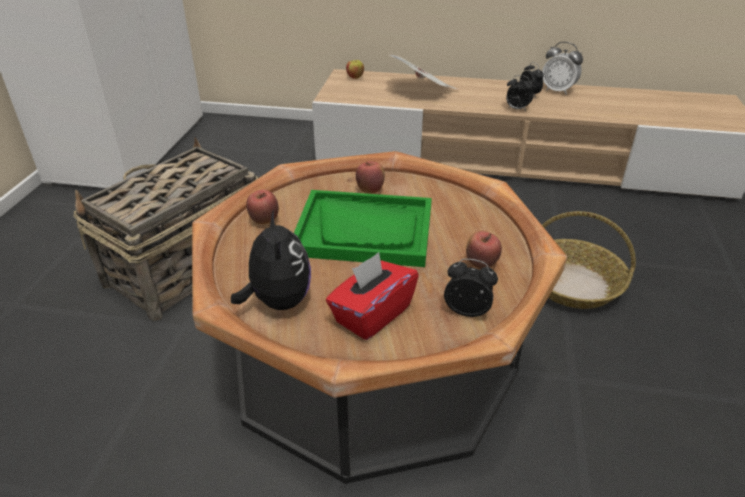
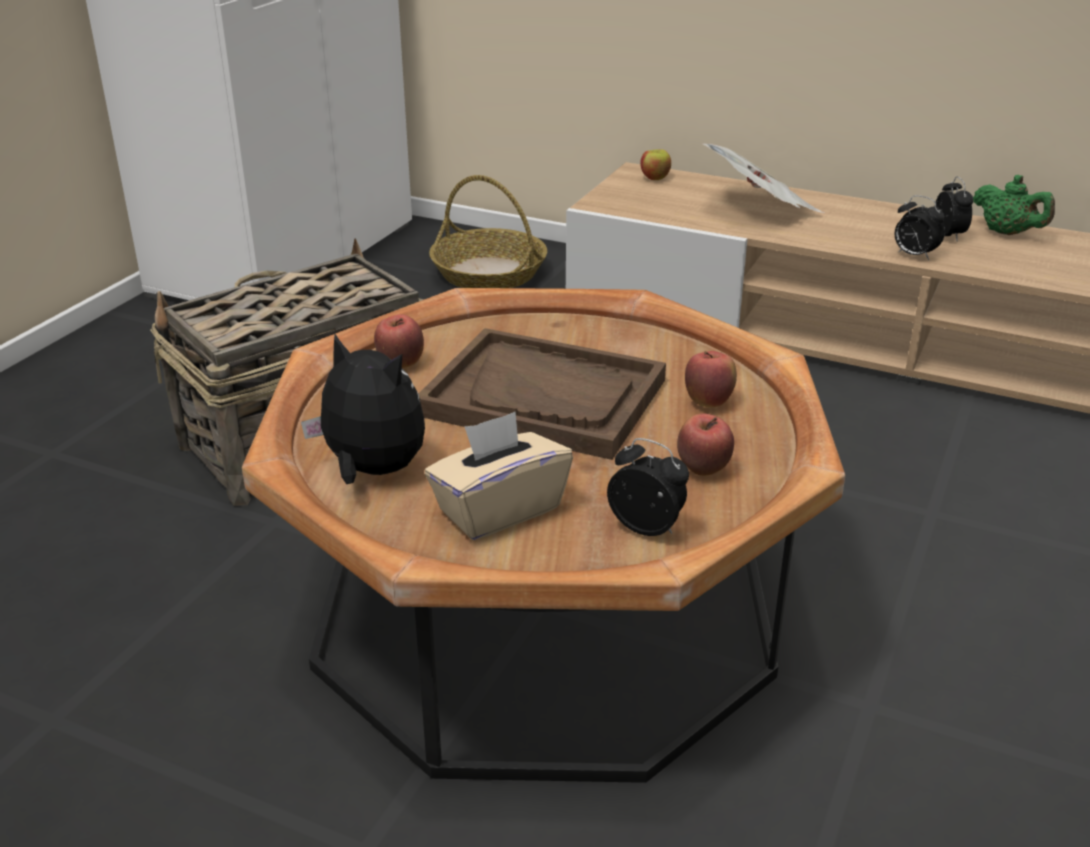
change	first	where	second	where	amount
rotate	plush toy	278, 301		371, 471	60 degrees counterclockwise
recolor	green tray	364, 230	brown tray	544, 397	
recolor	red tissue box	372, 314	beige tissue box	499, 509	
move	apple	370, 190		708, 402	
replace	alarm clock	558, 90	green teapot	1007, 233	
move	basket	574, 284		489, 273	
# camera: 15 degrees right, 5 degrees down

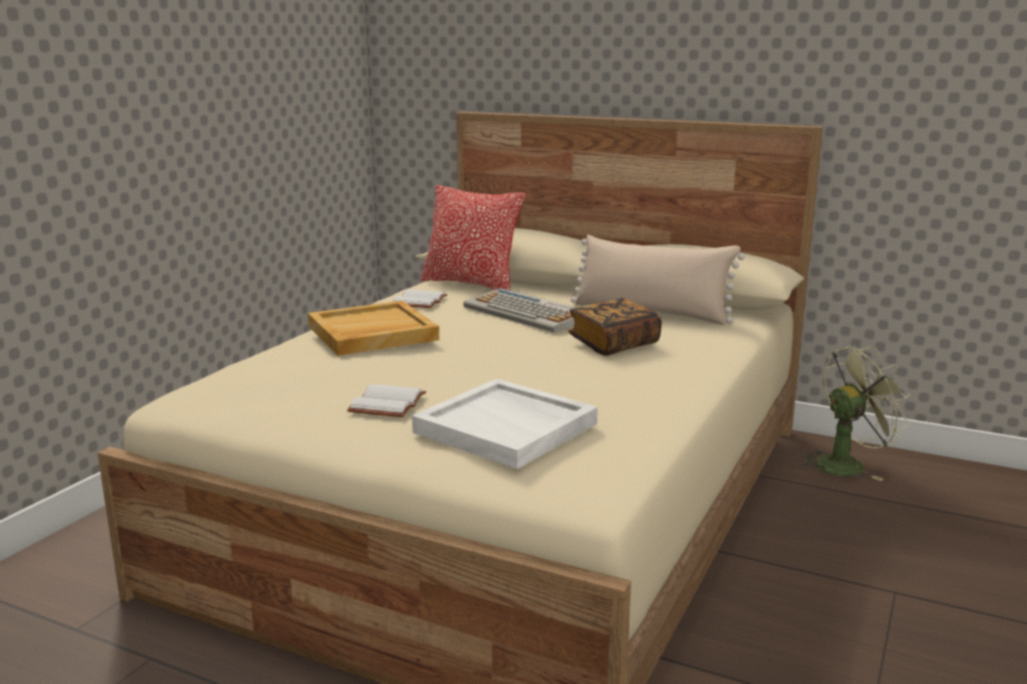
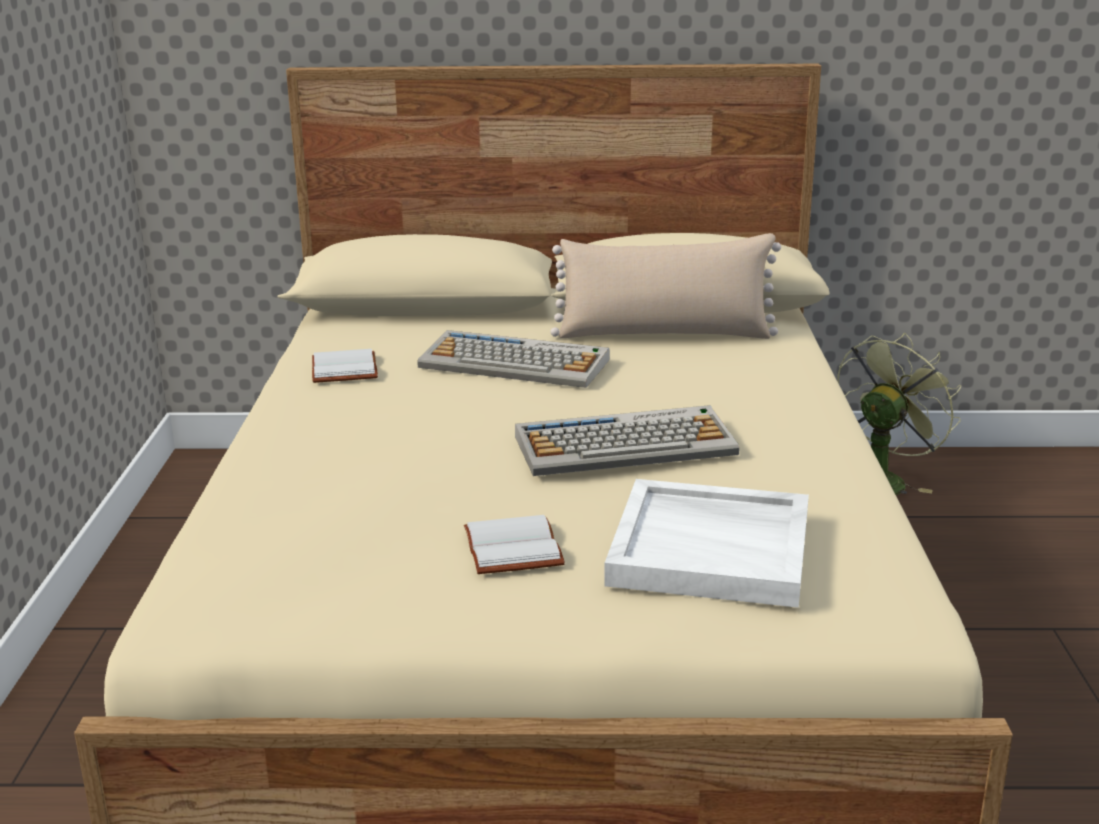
change	first	where	second	where	amount
delete	beige tray	371, 333			
delete	pillow	471, 284			
delete	book	613, 344			
insert			keyboard	626, 445	
# camera: 25 degrees left, 5 degrees up

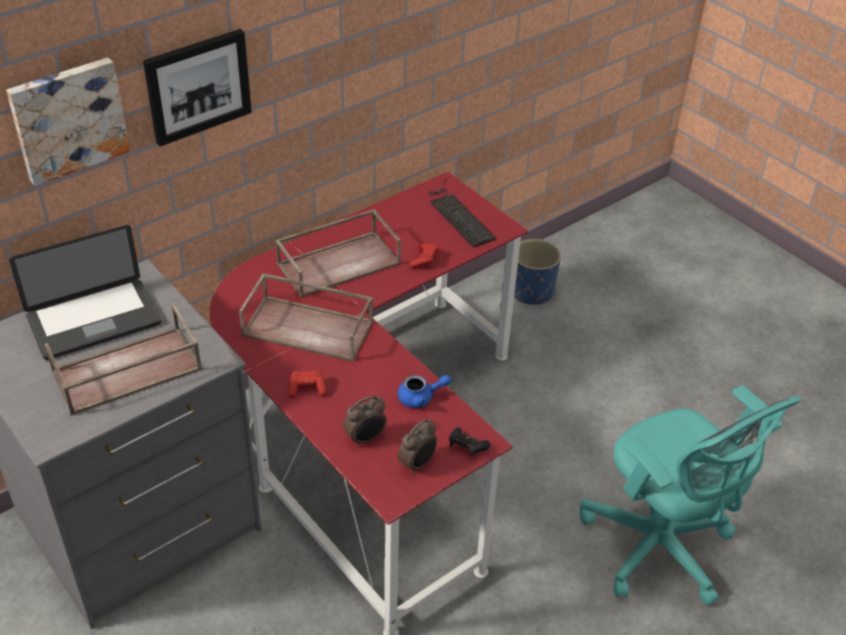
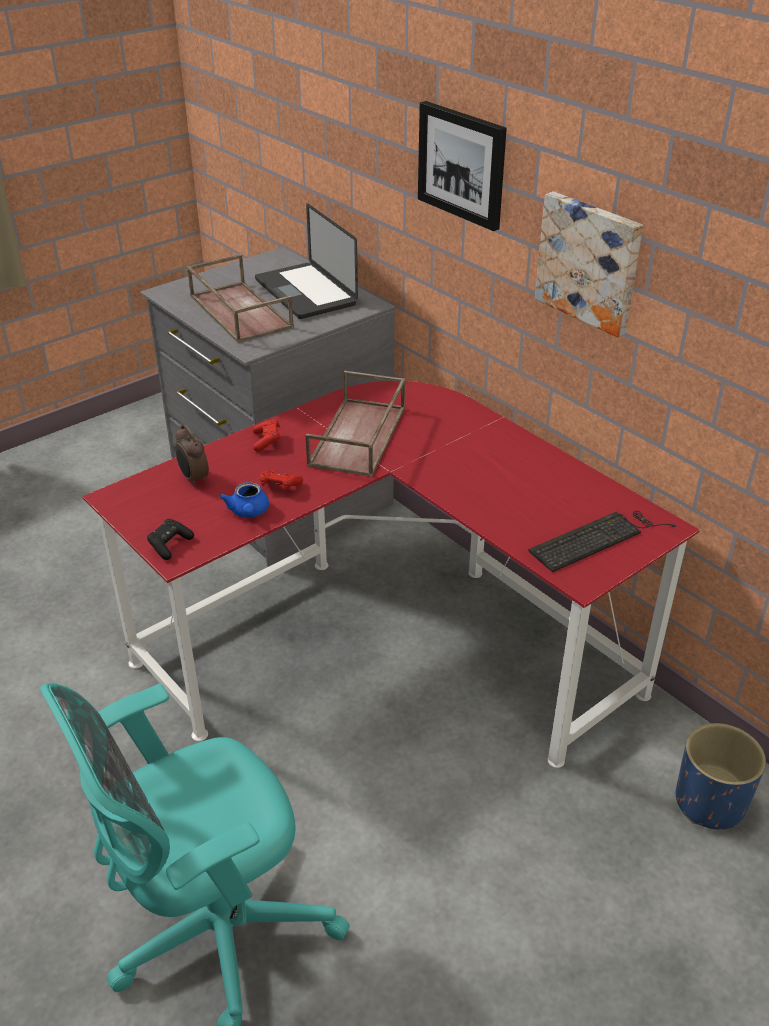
change	first	where	second	where	amount
move	picture	68, 119		590, 262	
delete	brown tray	339, 263			
delete	alarm clock	418, 464			
move	red game controller	424, 261		279, 487	
# camera: 90 degrees right, 5 degrees down

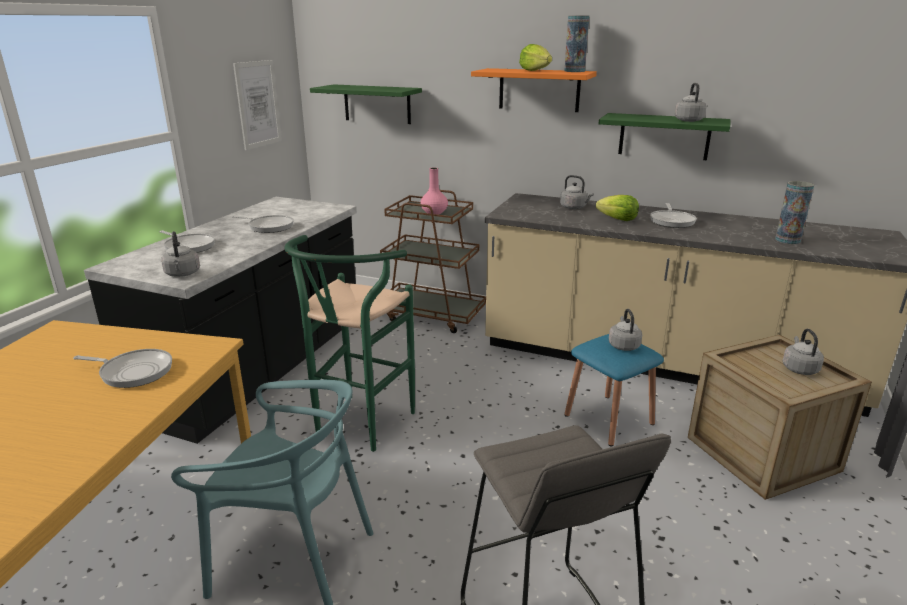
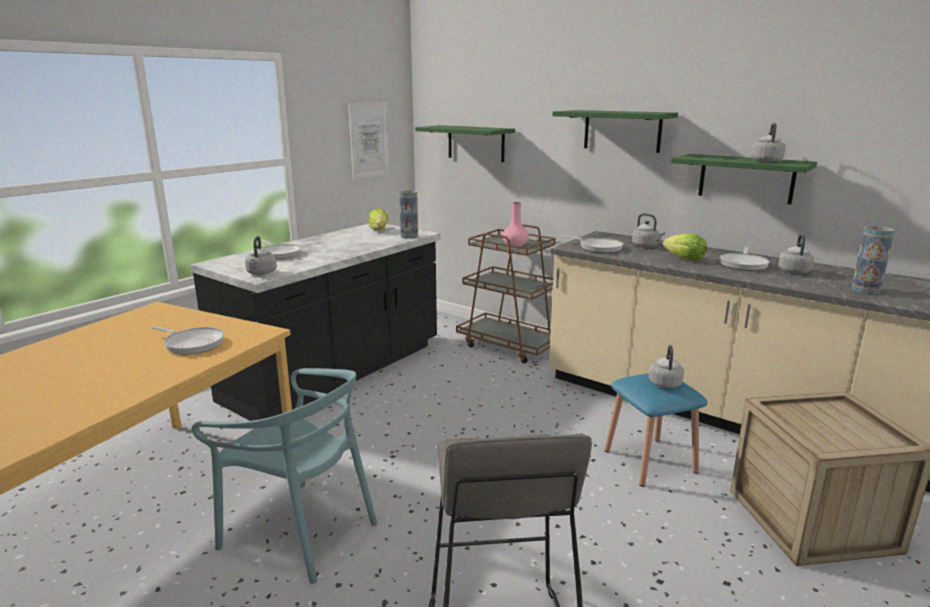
change	first	where	second	where	amount
move	frying pan	269, 226		598, 247	
delete	green stool	358, 428			
recolor	orange shelf	539, 90	green shelf	622, 131	
move	lettuce	535, 71		379, 230	
move	vase	574, 71		409, 236	
move	grey kettle	799, 368		794, 271	
# camera: 15 degrees right, 5 degrees down

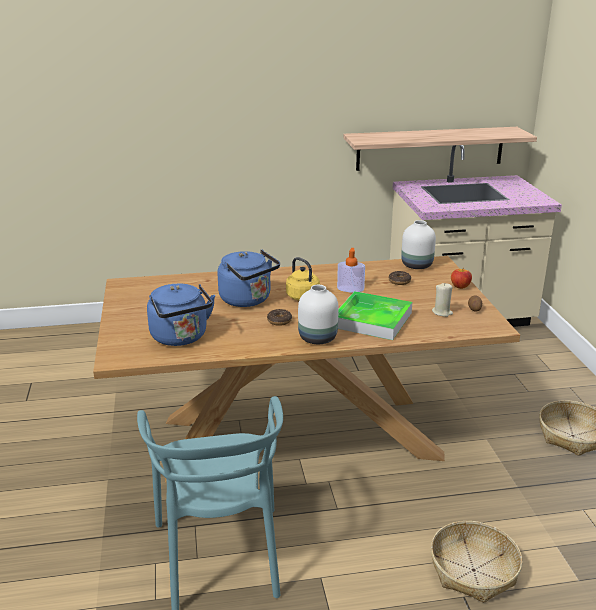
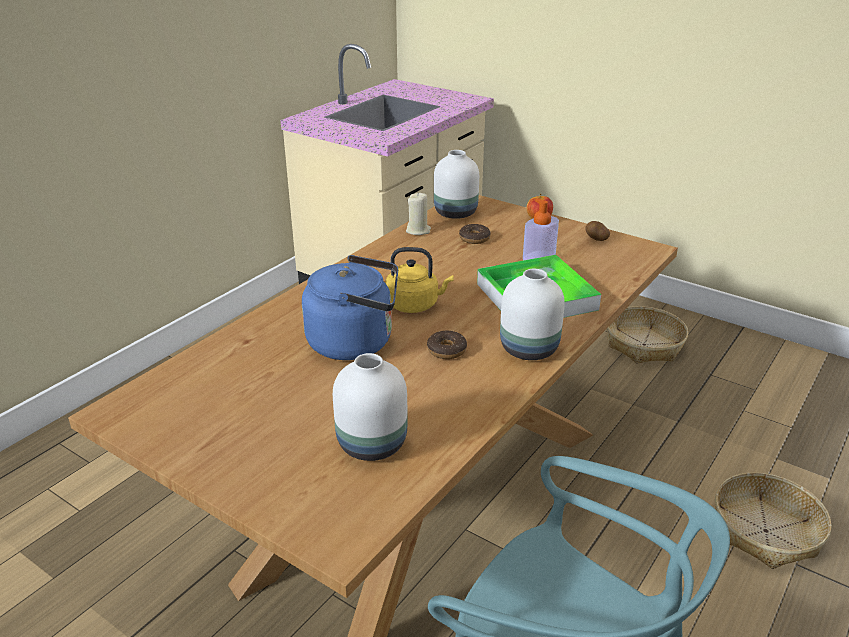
change	first	where	second	where	amount
replace	blue kettle	181, 338	white vase	373, 445	
move	soap dispenser	350, 289		539, 257	
delete	shelf	430, 148			
move	beige candle	442, 312		418, 230	
# camera: 45 degrees left, 5 degrees up

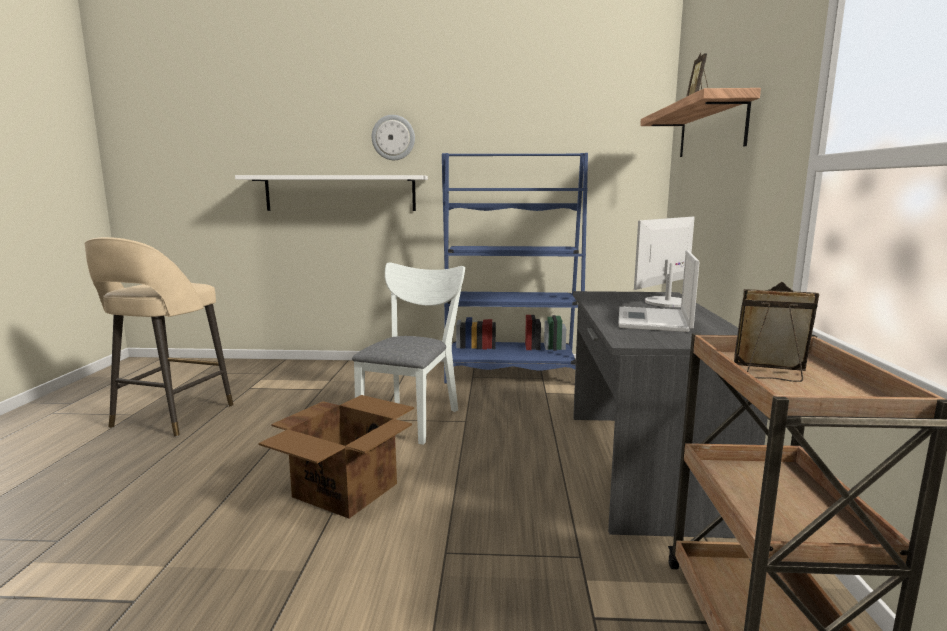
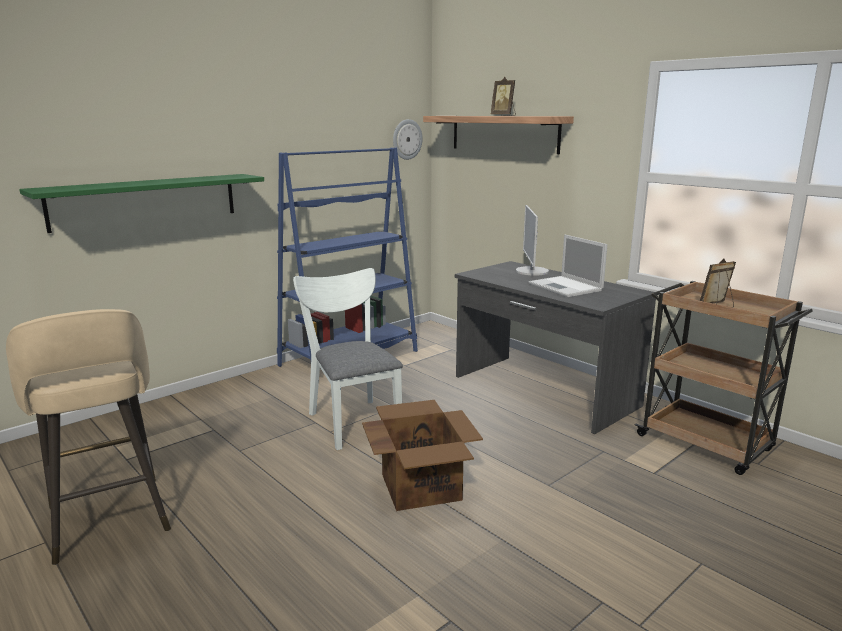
change	first	where	second	where	amount
recolor	white shelf	340, 193	green shelf	146, 201	
move	wall clock	393, 137		406, 139	
# camera: 45 degrees left, 5 degrees up

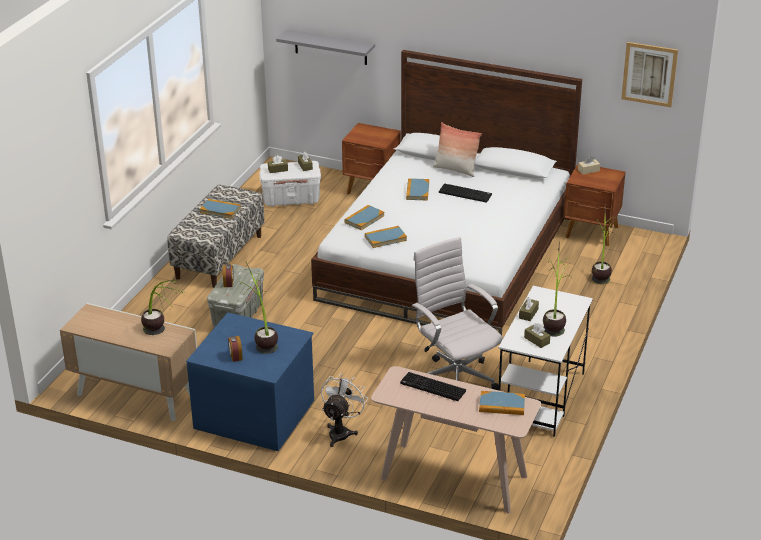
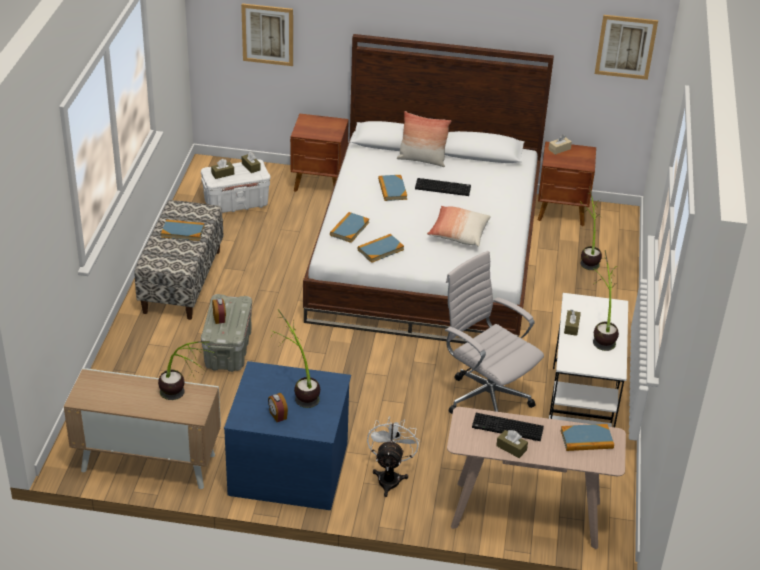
change	first	where	second	where	amount
replace	grey shelf	330, 47	picture	267, 34	
move	brown tissue box	537, 340		511, 448	
insert			pillow	458, 234	
# camera: 15 degrees left, 5 degrees up

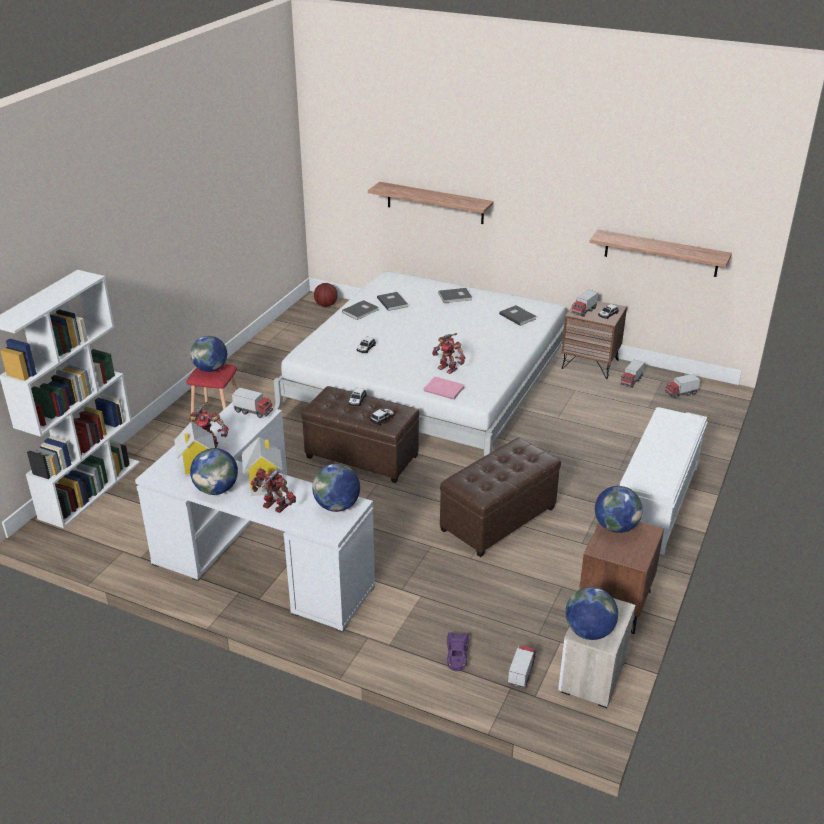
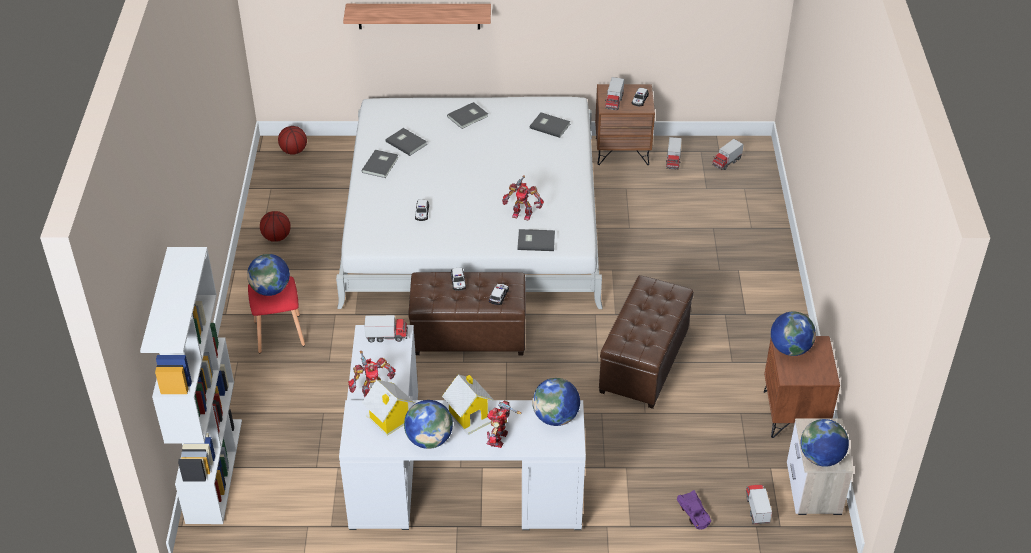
change	first	where	second	where	amount
rotate	toy robot	274, 507		499, 439	75 degrees counterclockwise
recolor	pink book	444, 388	grey book	535, 241	
delete	shelf	661, 253			
delete	white bench	656, 503			
insert			basketball	276, 237	
# camera: 25 degrees left, 10 degrees up

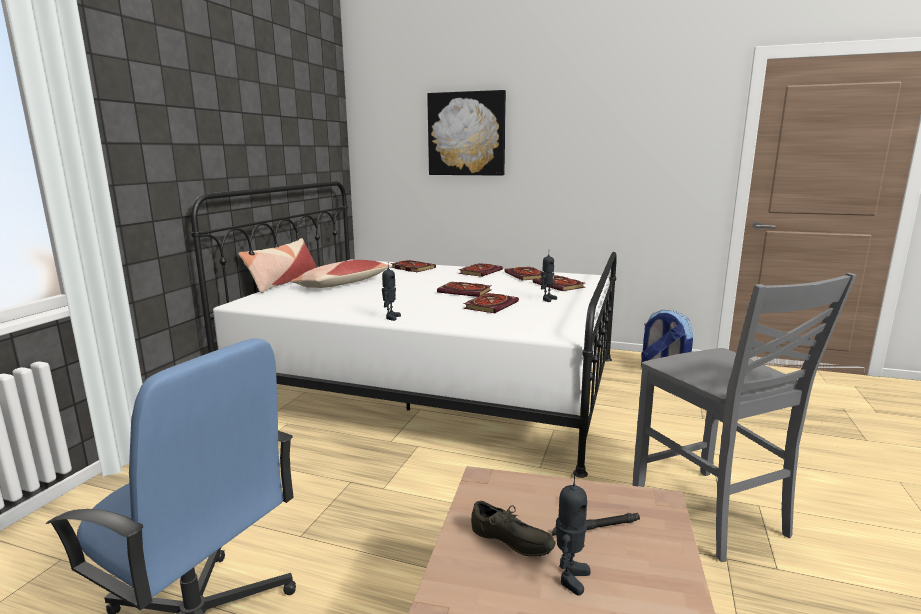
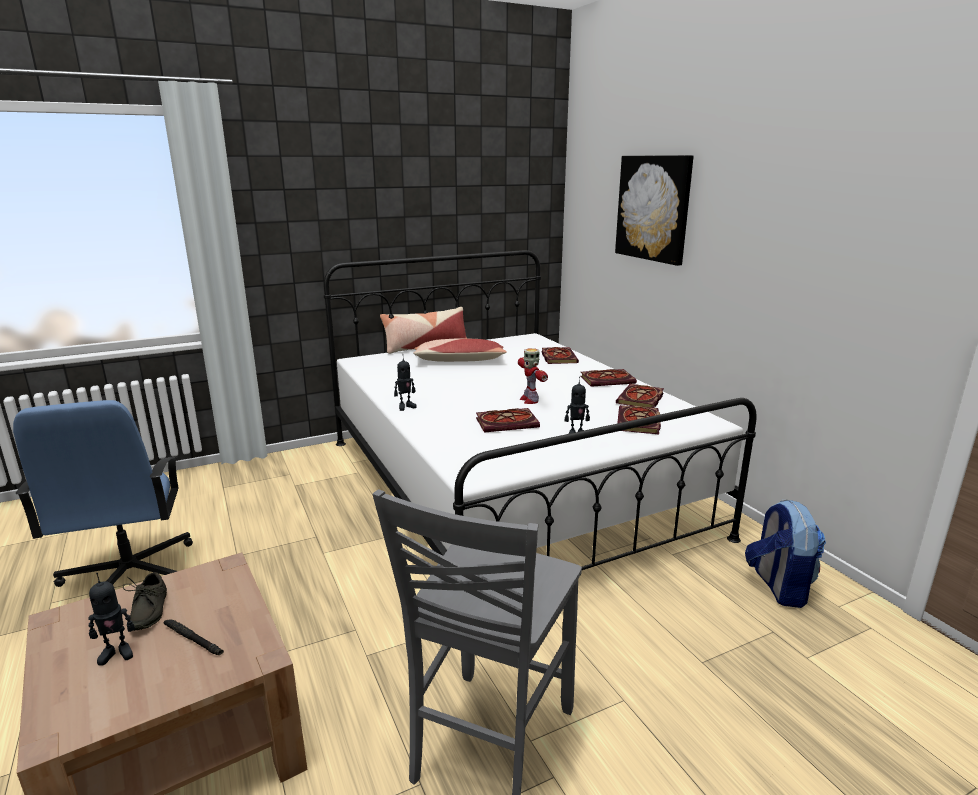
change	first	where	second	where	amount
replace	book	466, 291	toy robot	529, 400	
# camera: 45 degrees right, 5 degrees up

